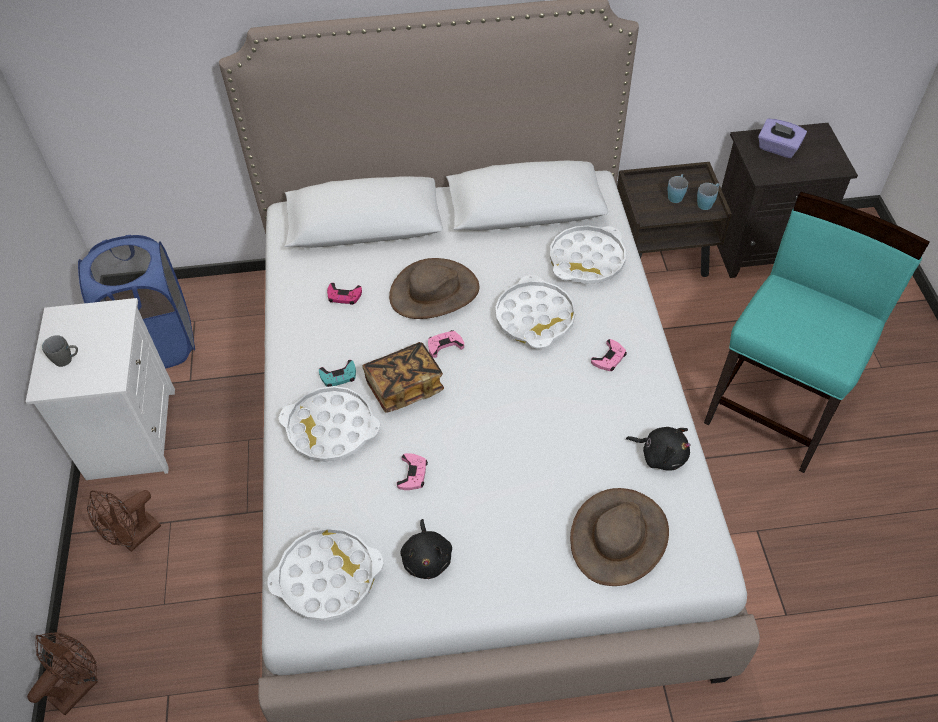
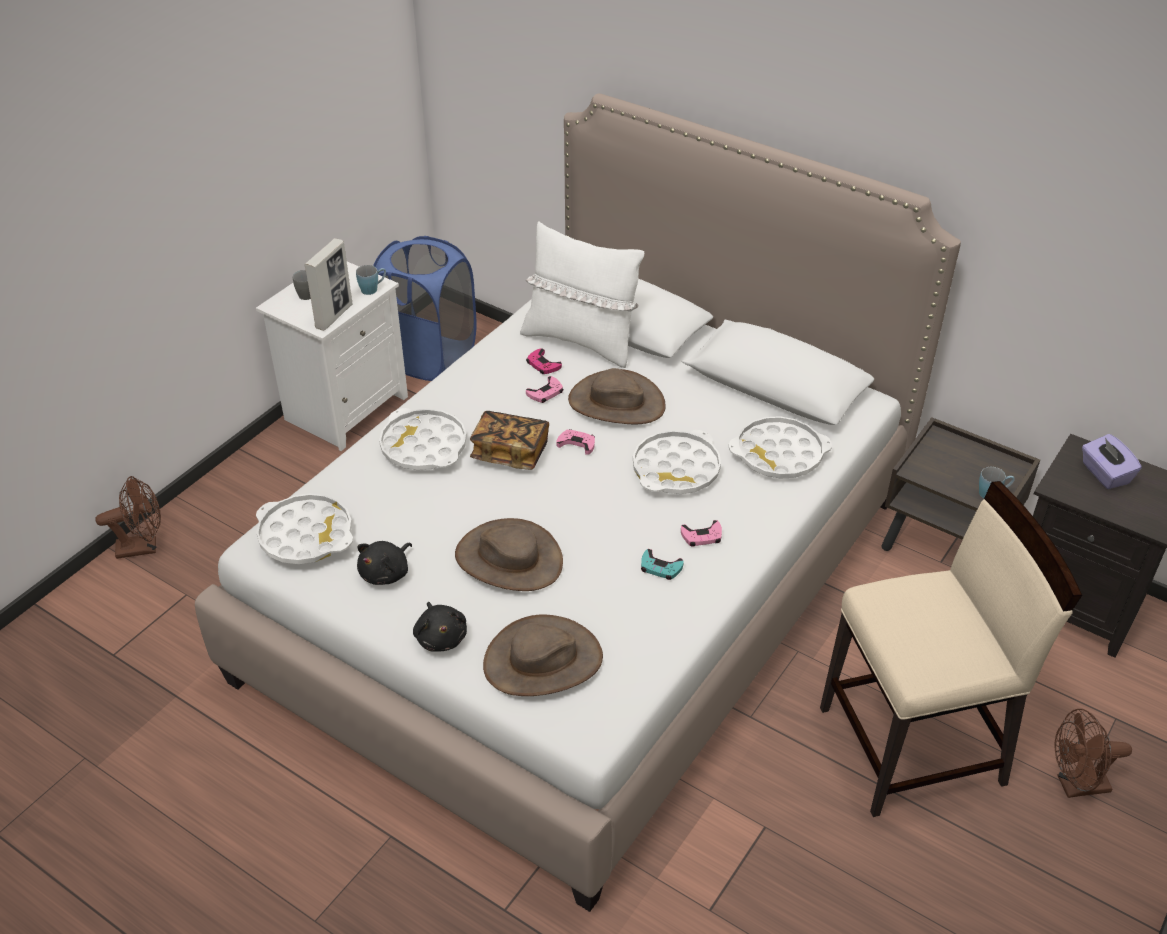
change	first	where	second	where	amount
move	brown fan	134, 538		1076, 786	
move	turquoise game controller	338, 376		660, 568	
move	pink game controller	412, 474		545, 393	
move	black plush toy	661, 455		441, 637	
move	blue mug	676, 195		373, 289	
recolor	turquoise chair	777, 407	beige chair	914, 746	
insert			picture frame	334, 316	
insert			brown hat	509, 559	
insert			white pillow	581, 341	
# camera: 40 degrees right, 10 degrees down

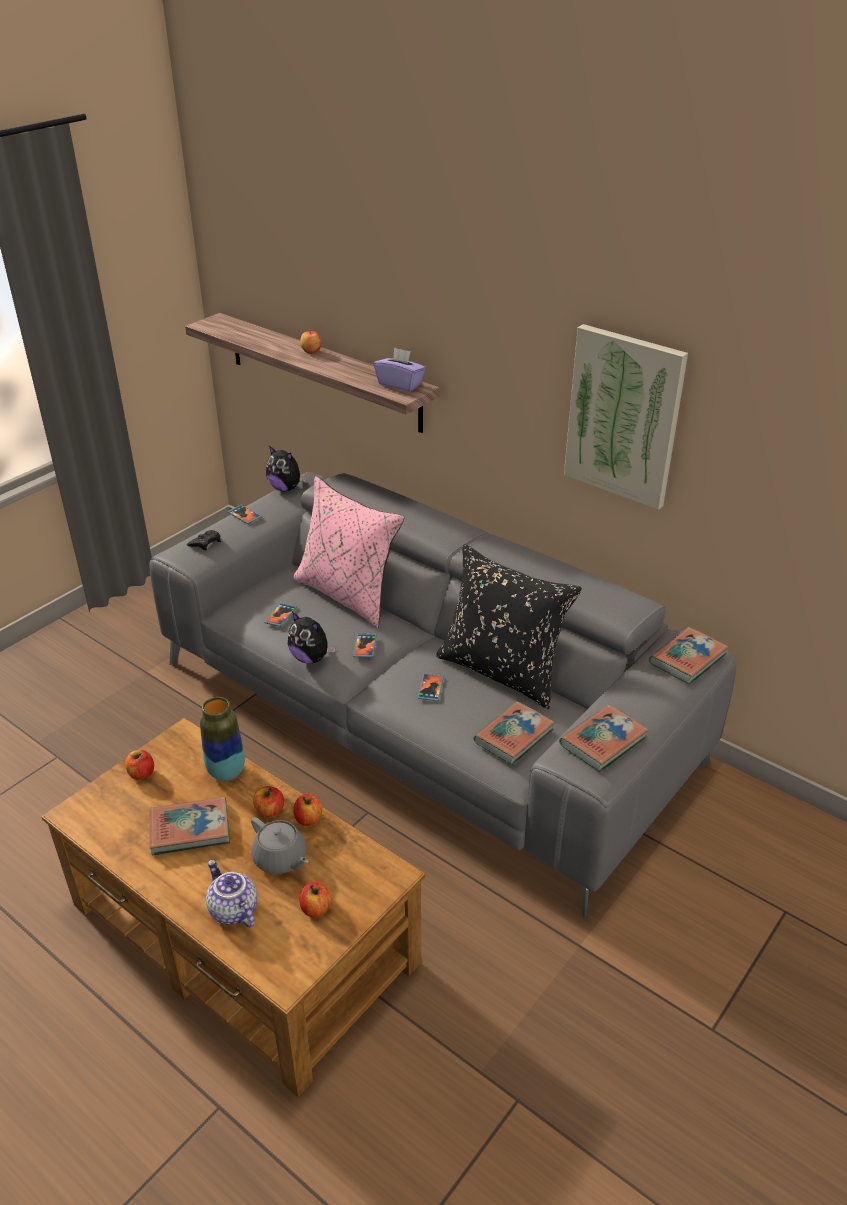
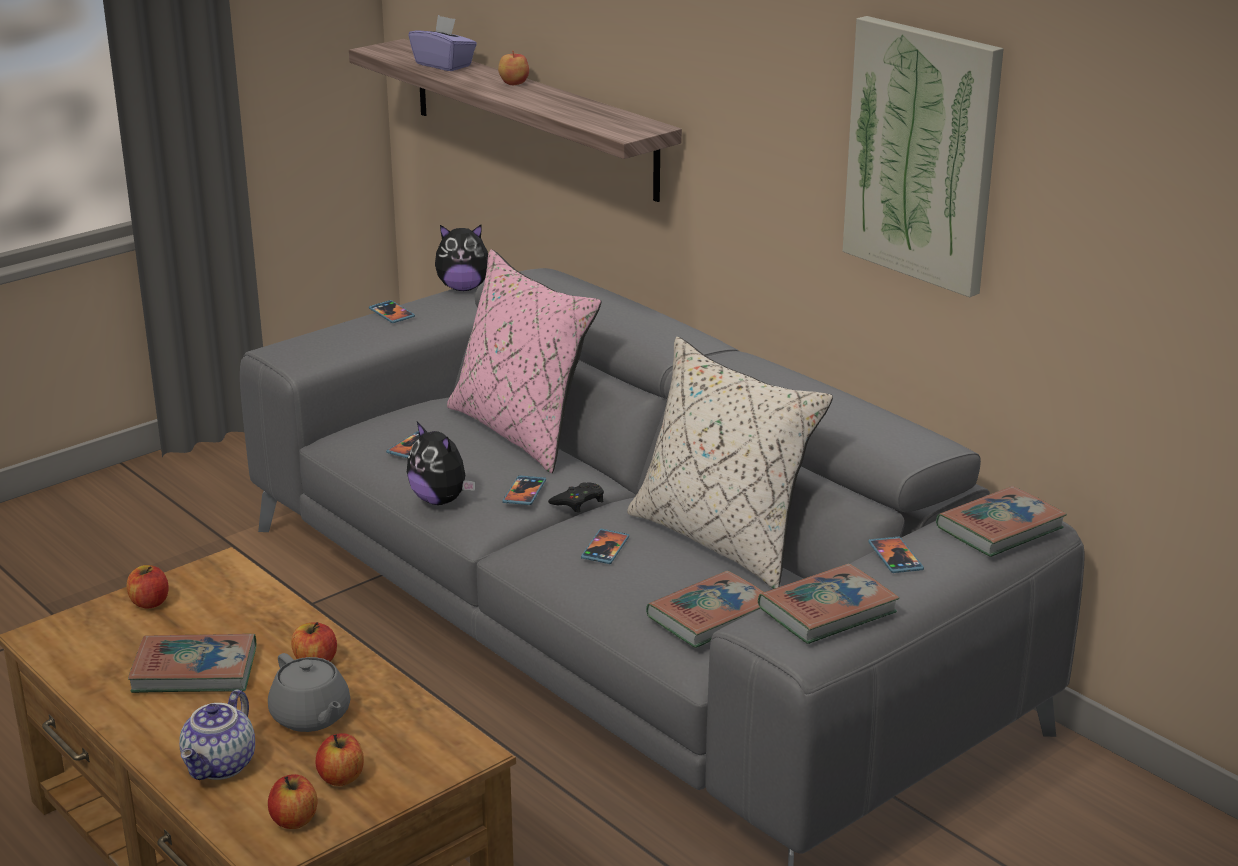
change	first	where	second	where	amount
move	black game controller	205, 543		578, 502	
delete	vase	226, 772			
rotate	teapot	232, 910		221, 766	135 degrees counterclockwise
rotate	plush toy	286, 488		463, 288	45 degrees counterclockwise
move	apple	308, 819		294, 820	
move	purple tissue box	400, 384		444, 65	
recolor	black pillow	502, 671	beige pillow	722, 539	
insert			phone	895, 557	
# camera: 10 degrees right, 10 degrees down

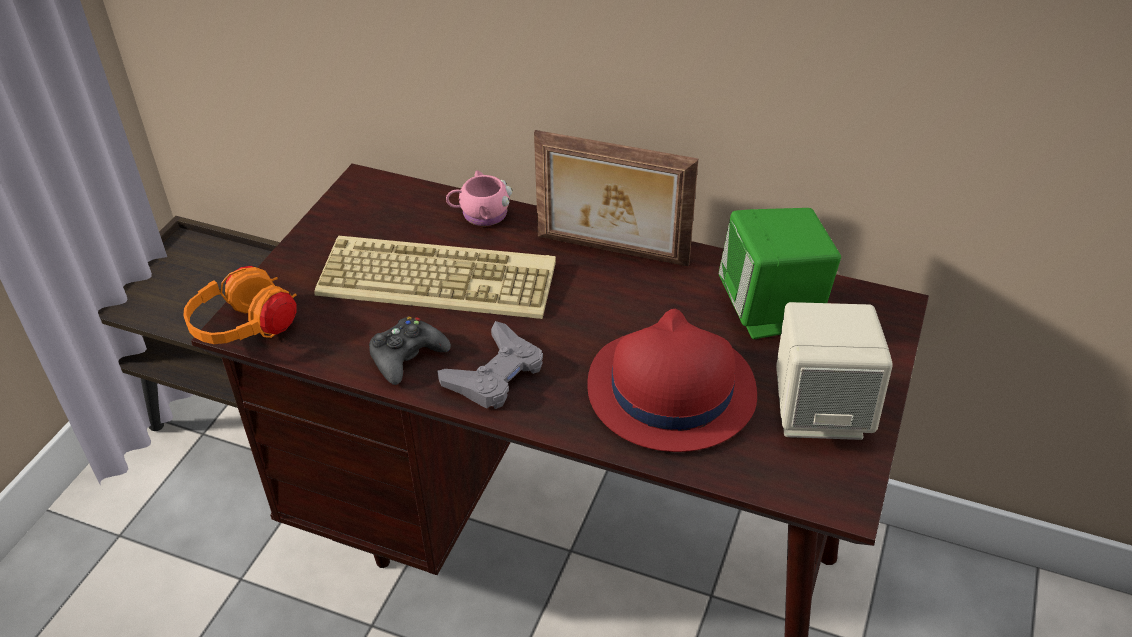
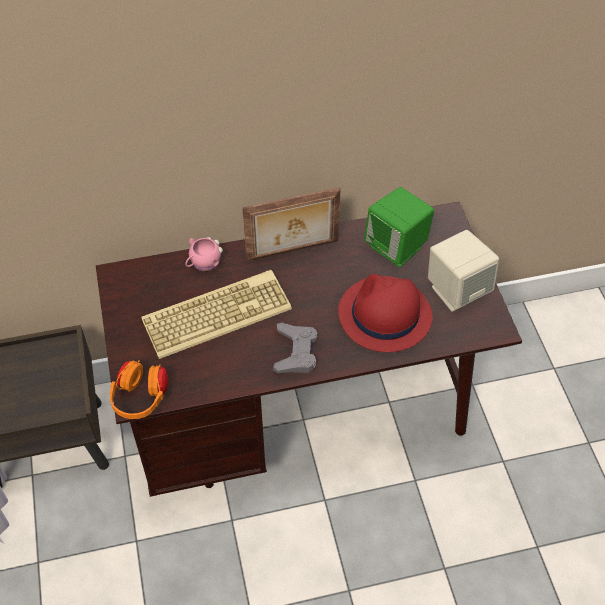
change	first	where	second	where	amount
delete	black game controller	407, 357			
# camera: 35 degrees left, 10 degrees up

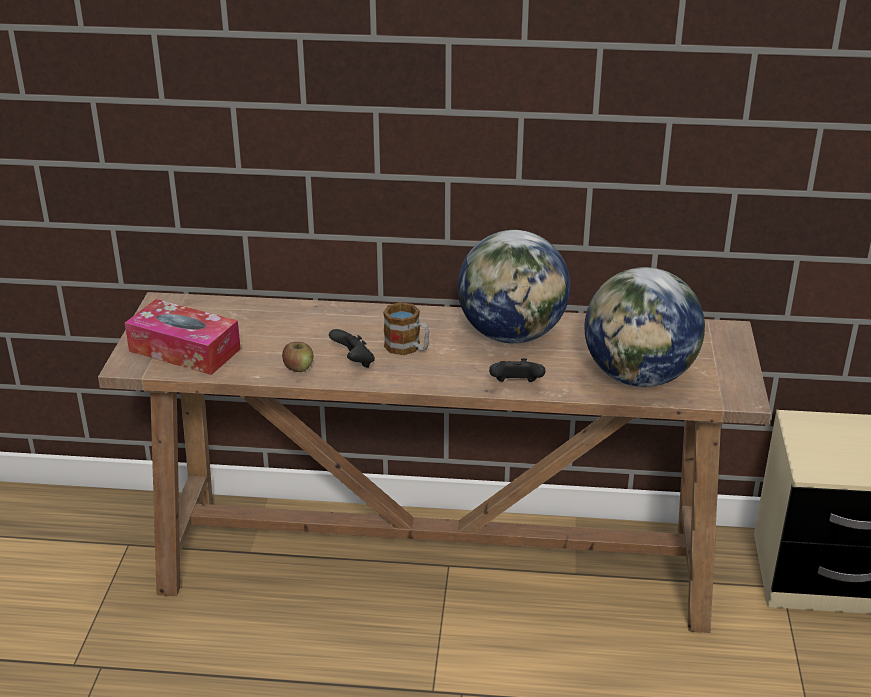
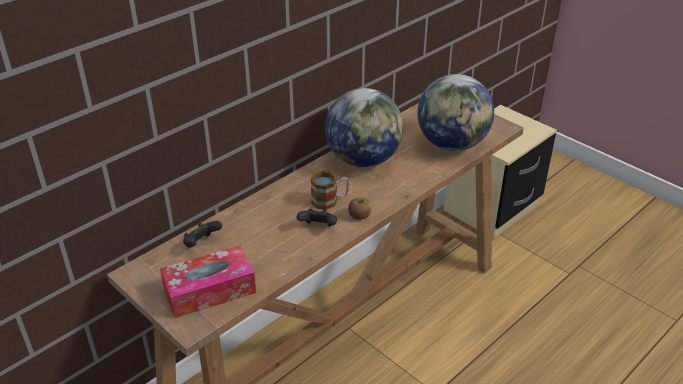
change	first	where	second	where	amount
move	apple	298, 367		359, 216	
move	black game controller	516, 385		202, 244	
# camera: 50 degrees left, 5 degrees up

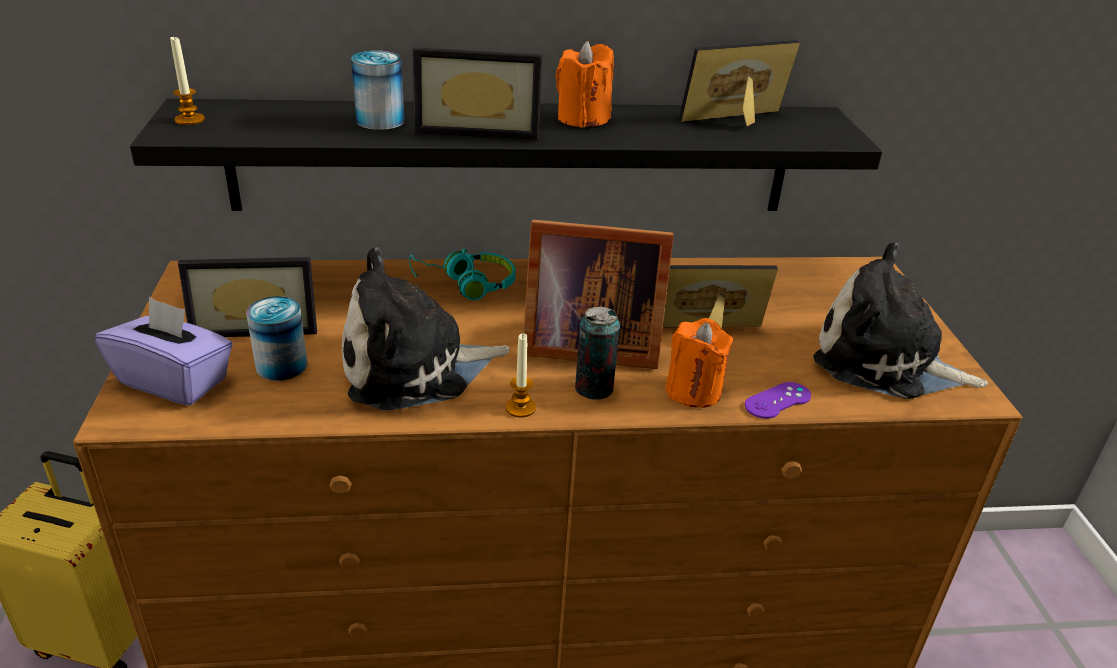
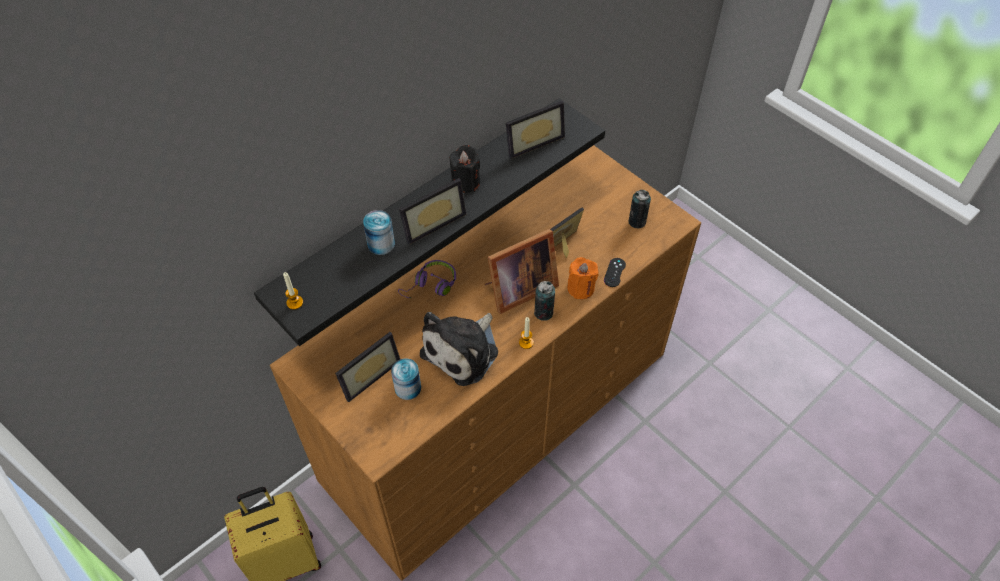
change	first	where	second	where	amount
delete	purple tissue box	175, 380			
recolor	turquoise headphones	466, 285	purple headphones	431, 286	
recolor	orange candle	583, 119	black candle	465, 182	
rotate	picture frame	739, 122		532, 141	150 degrees counterclockwise
recolor	purple game controller	777, 401	black game controller	614, 272	
replace	plush toy	885, 361	can	637, 222	
# camera: 35 degrees left, 20 degrees up

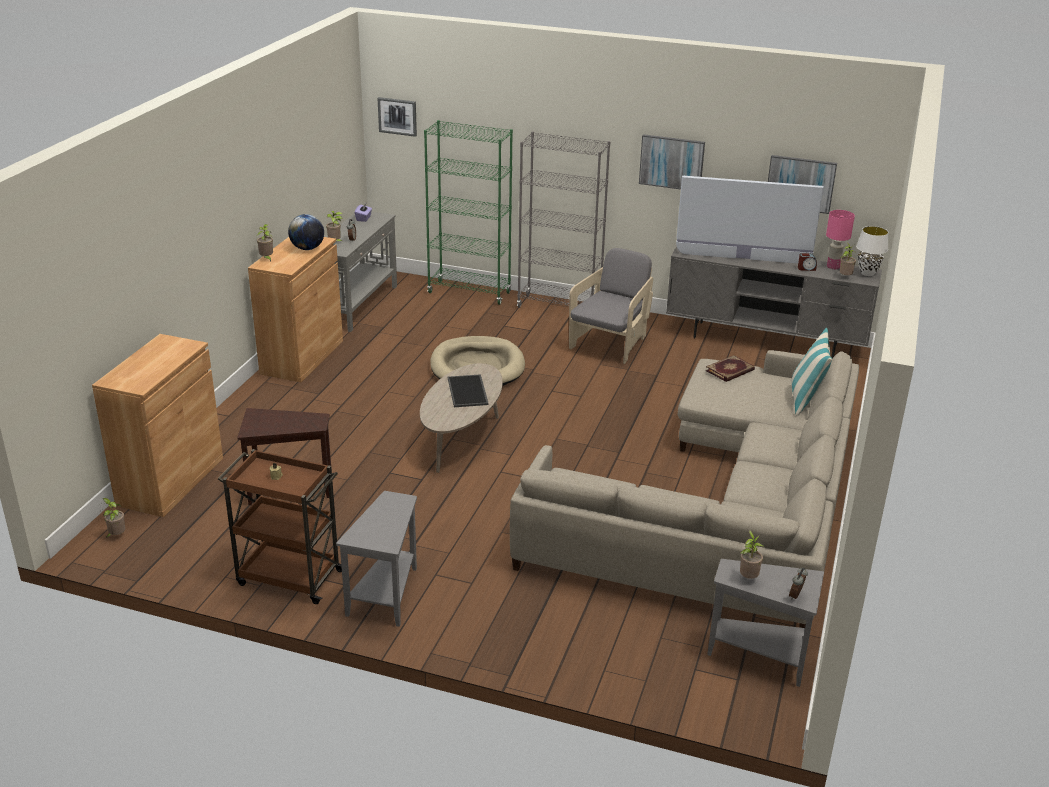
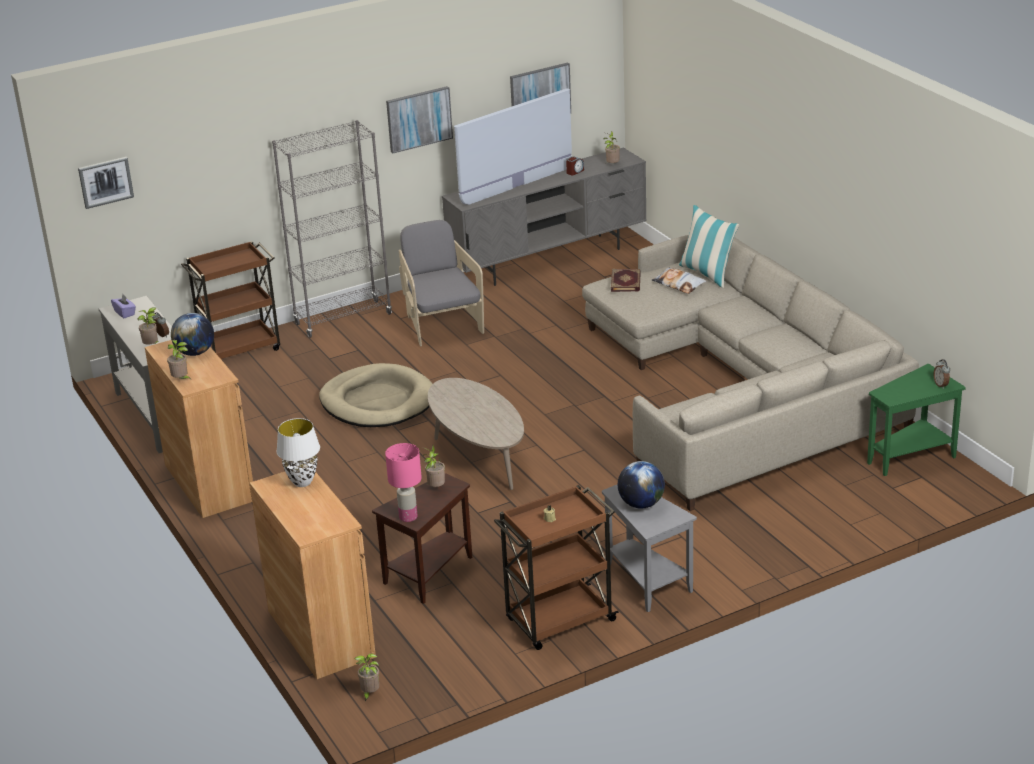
change	first	where	second	where	amount
replace	green bookcase	469, 293	brown cart	240, 349	
delete	tray	468, 391			
recolor	grey side table	762, 657	green side table	911, 456	
move	potted plant	748, 578		435, 488	
move	pink table lamp	833, 266		407, 517	
move	white table lamp	867, 273		303, 482	
insert			globe	641, 504	
insert			pillow	679, 284	
# camera: 45 degrees left, 0 degrees up

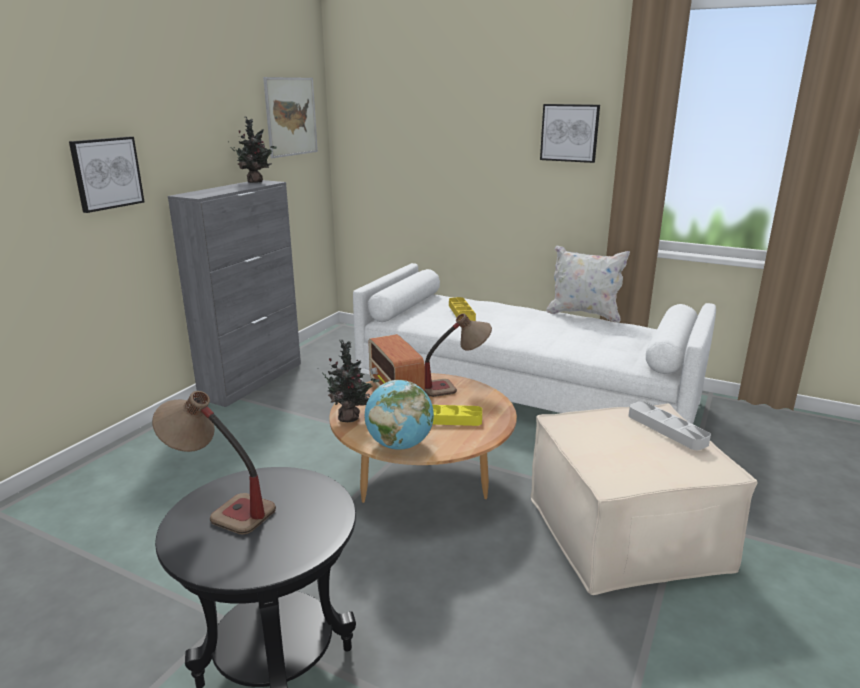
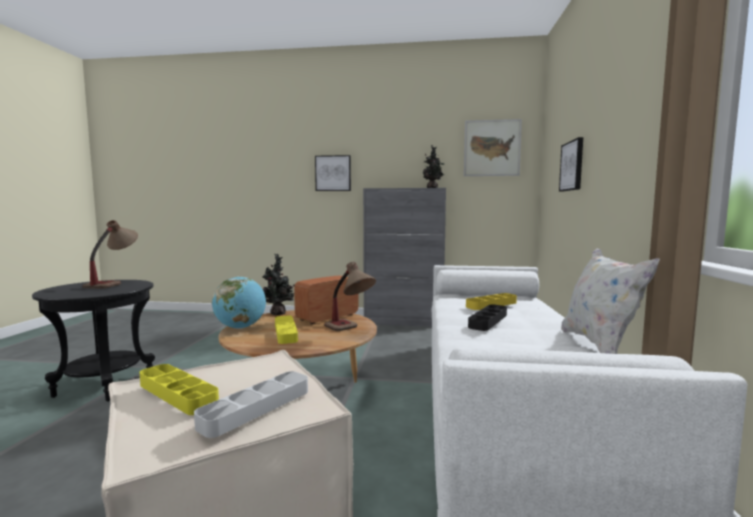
change	first	where	second	where	amount
move	picture	569, 133		572, 166	
insert			yellow tray	177, 394	
insert			black tray	488, 321	
# camera: 70 degrees right, 15 degrees down

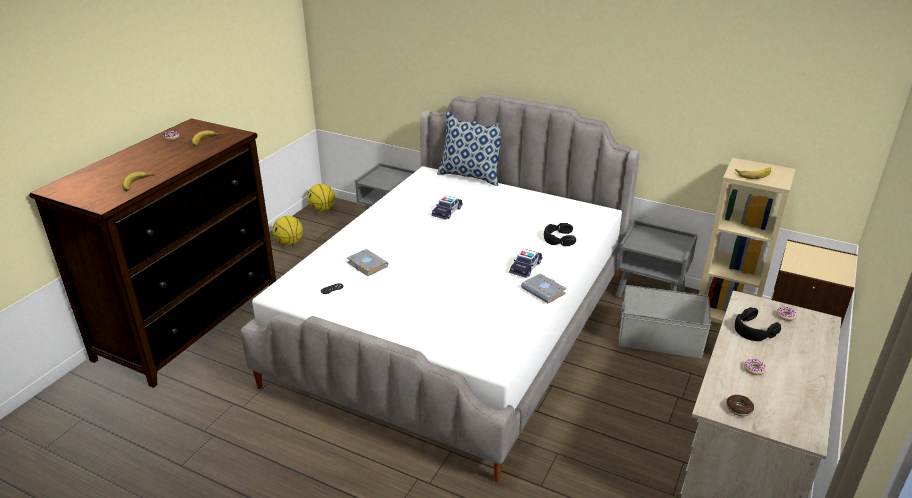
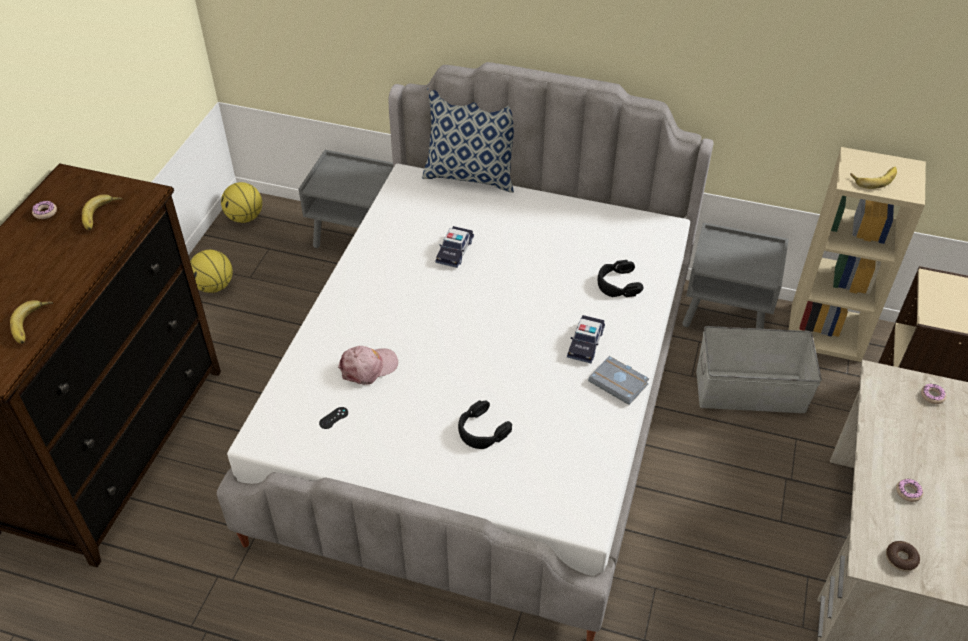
change	first	where	second	where	amount
replace	grey book	366, 265	pink cap	368, 367	
move	black headphones	753, 330		481, 430	
# camera: 10 degrees left, 15 degrees up

